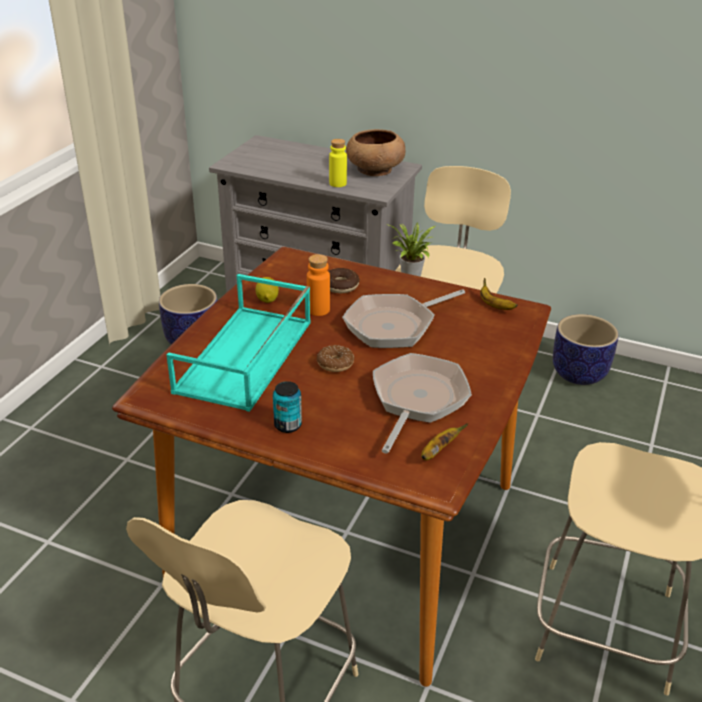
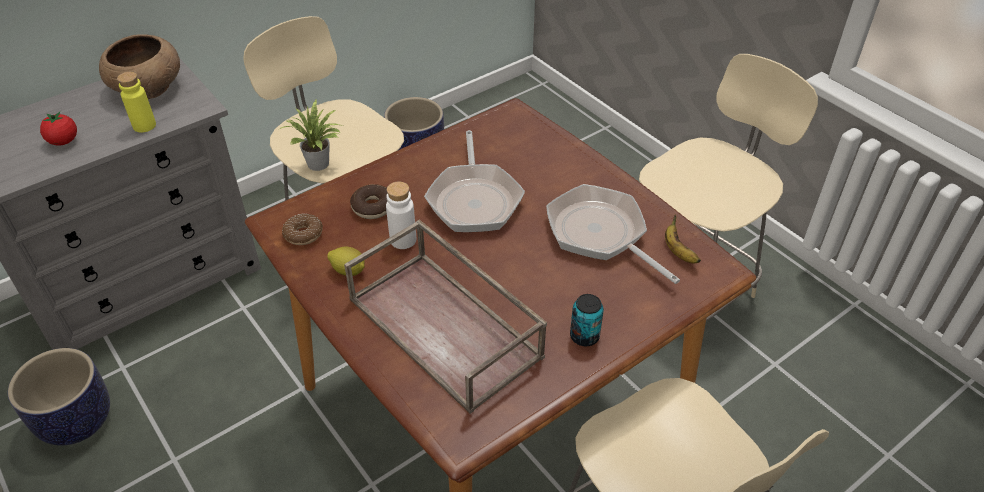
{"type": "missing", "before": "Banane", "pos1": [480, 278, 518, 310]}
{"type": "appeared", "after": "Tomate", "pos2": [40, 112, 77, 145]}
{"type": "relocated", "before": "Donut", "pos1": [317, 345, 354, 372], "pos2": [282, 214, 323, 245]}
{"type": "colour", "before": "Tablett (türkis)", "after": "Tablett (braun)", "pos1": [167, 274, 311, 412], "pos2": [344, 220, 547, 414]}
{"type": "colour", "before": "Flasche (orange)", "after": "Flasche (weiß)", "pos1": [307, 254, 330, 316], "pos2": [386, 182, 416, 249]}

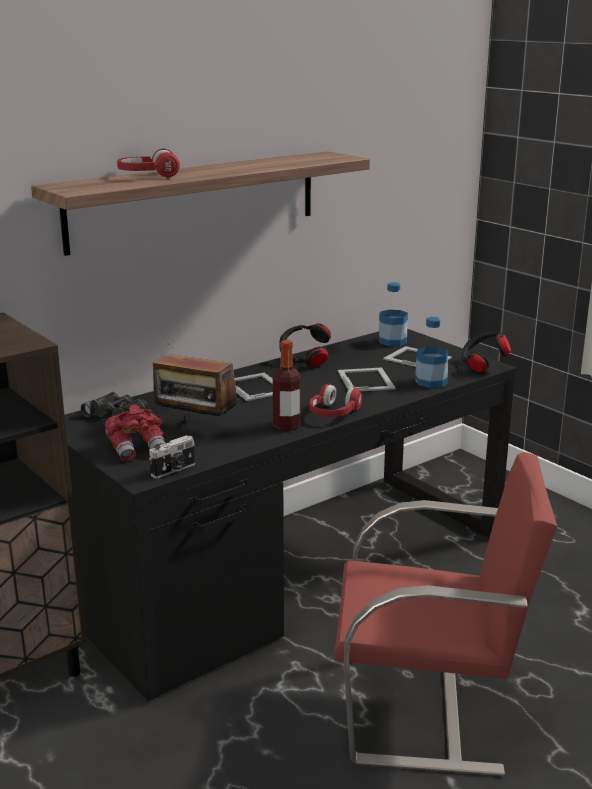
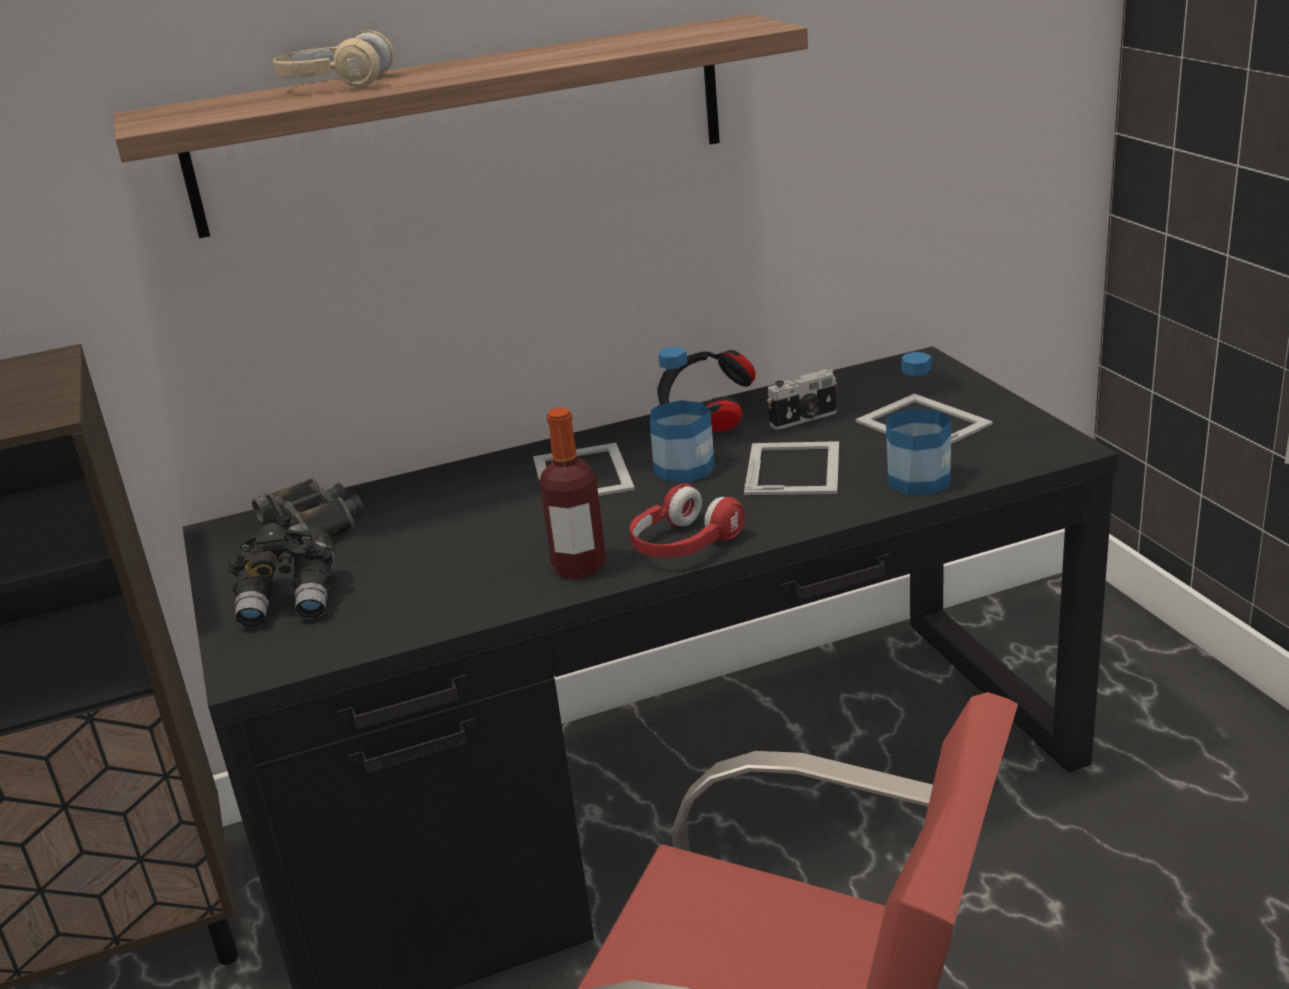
{"type": "missing", "before": "Radio", "pos1": [153, 343, 238, 422]}
{"type": "missing", "before": "Kopfhörer (schwarz)", "pos1": [461, 332, 511, 372]}
{"type": "relocated", "before": "Kamera", "pos1": [149, 435, 195, 478], "pos2": [767, 369, 837, 430]}
{"type": "relocated", "before": "Flasche", "pos1": [379, 282, 408, 346], "pos2": [650, 347, 715, 482]}
{"type": "colour", "before": "Fernglas (rot)", "after": "Fernglas (schwarz)", "pos1": [105, 405, 165, 461], "pos2": [228, 523, 335, 628]}
{"type": "colour", "before": "Kopfhörer (rot)", "after": "Kopfhörer (beige)", "pos1": [117, 149, 180, 177], "pos2": [273, 30, 393, 87]}

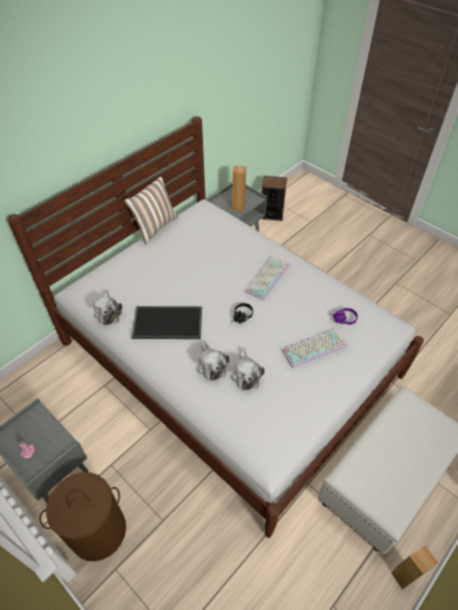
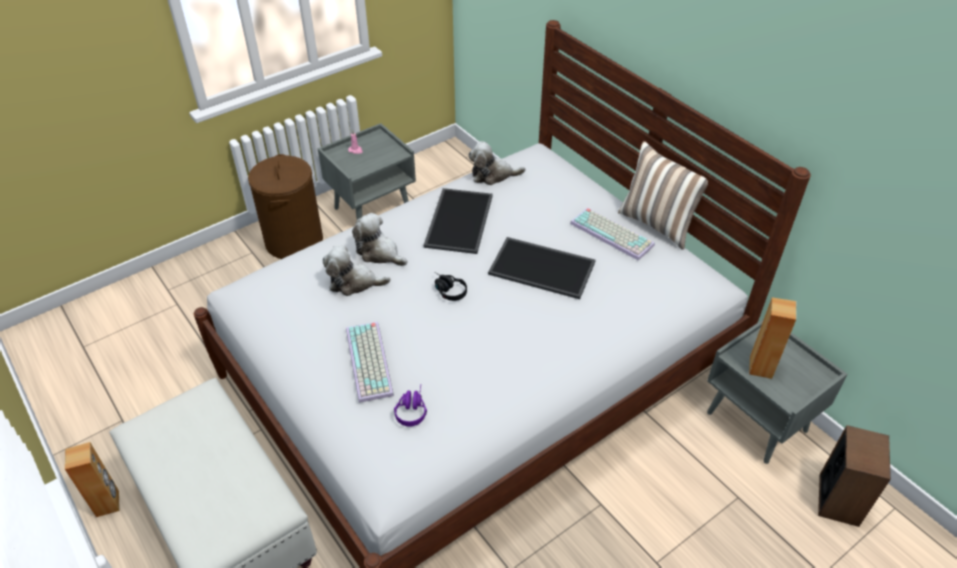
{"type": "appeared", "after": "Tablett", "pos2": [488, 237, 596, 299]}
{"type": "relocated", "before": "Tastatur", "pos1": [246, 256, 290, 300], "pos2": [570, 208, 655, 261]}
{"type": "spun", "before": "Plüschtier", "pos1": [197, 340, 229, 381], "pos2": [352, 213, 407, 266], "turn": 45}

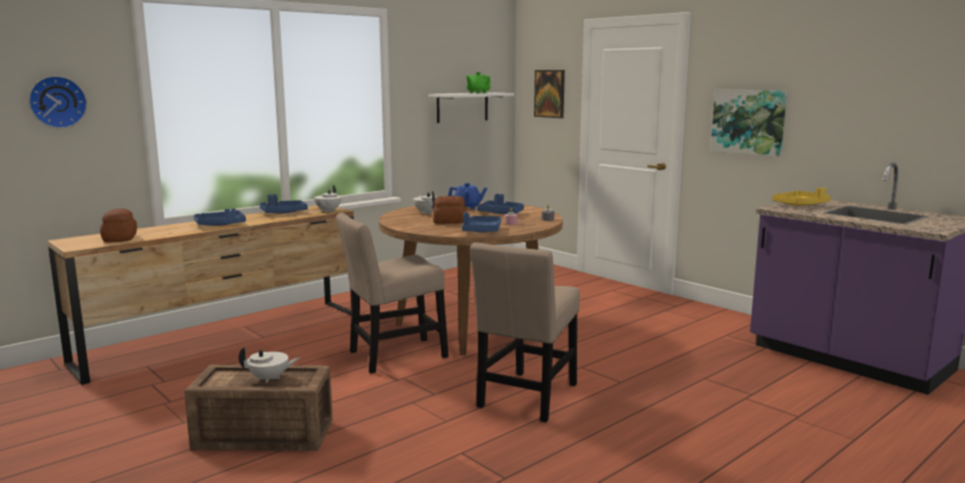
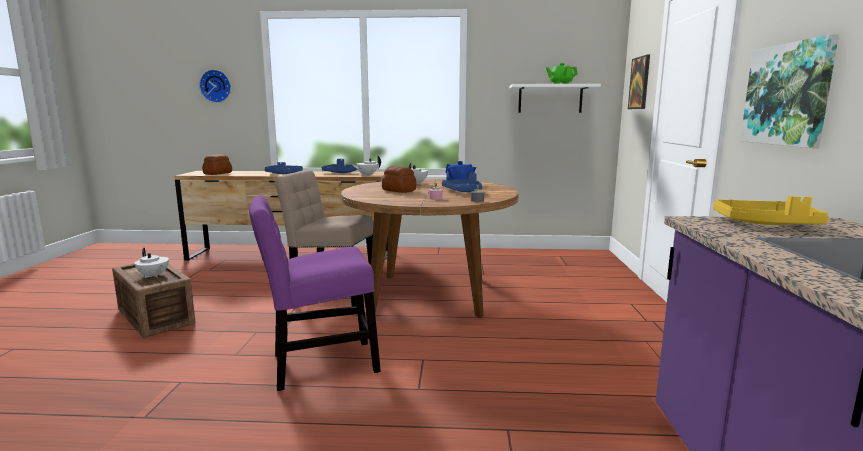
{"type": "missing", "before": "Tablett (blau)", "pos1": [462, 212, 501, 232]}
{"type": "colour", "before": "Stuhl (beige)", "after": "Stuhl (lila)", "pos1": [470, 242, 580, 422], "pos2": [249, 195, 381, 391]}

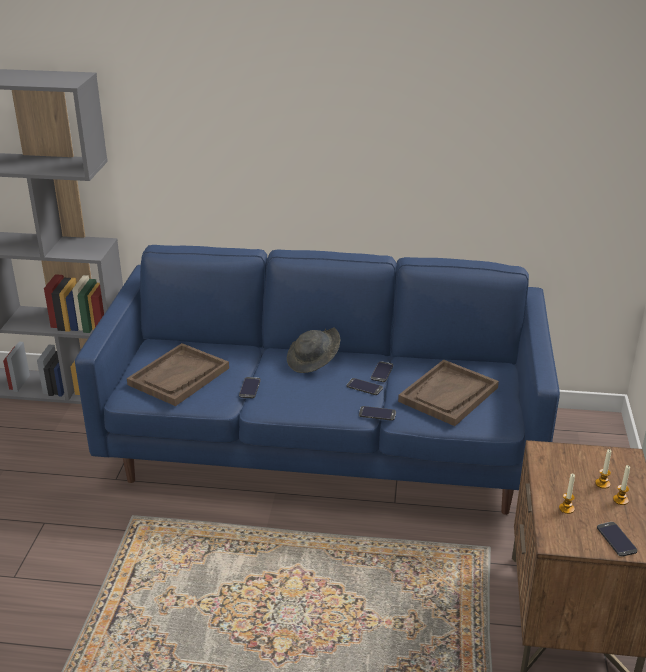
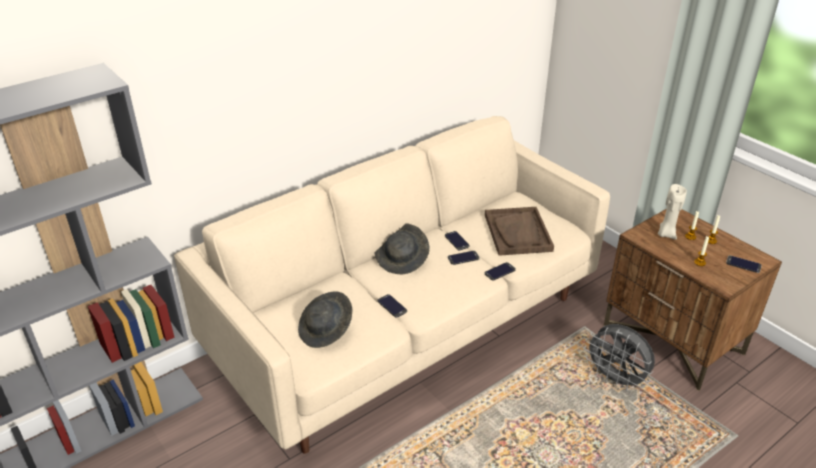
{"type": "appeared", "after": "Ventilator (grau)", "pos2": [584, 324, 655, 391]}
{"type": "appeared", "after": "Kerze (beige)", "pos2": [658, 184, 687, 240]}
{"type": "exchanged", "before": "Tablett (braun)", "after": "Hut (grau)", "pos1": [127, 343, 229, 406], "pos2": [298, 291, 353, 348]}
{"type": "colour", "before": "Sofa (blau)", "after": "Sofa (beige)", "pos1": [75, 245, 560, 515], "pos2": [174, 116, 610, 454]}

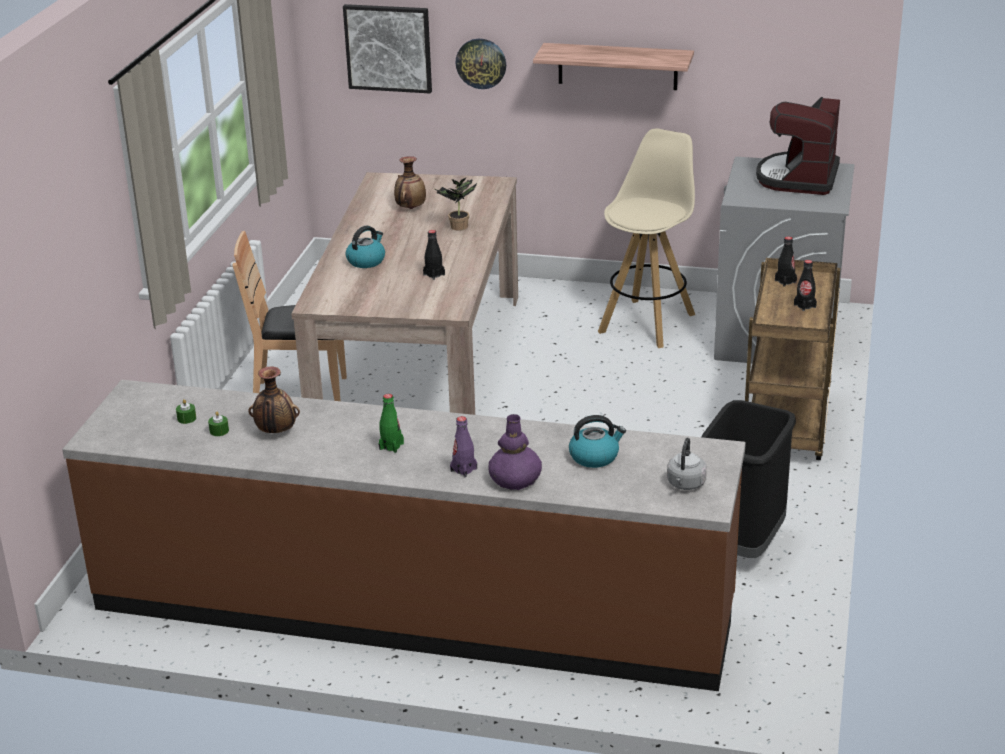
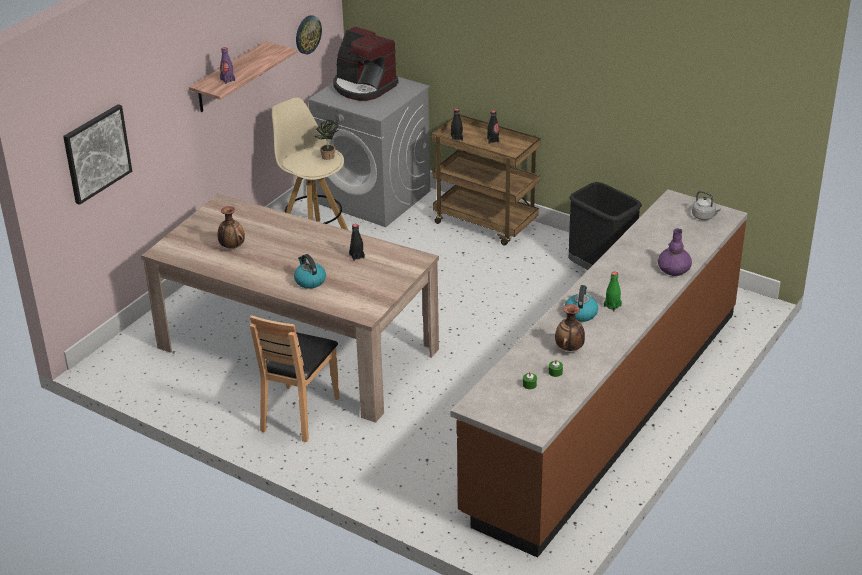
{"type": "relocated", "before": "Topfpflanze", "pos1": [433, 177, 477, 231], "pos2": [314, 119, 339, 160]}
{"type": "relocated", "before": "Flasche (lila)", "pos1": [450, 416, 477, 477], "pos2": [220, 47, 235, 84]}
{"type": "relocated", "before": "Wanduhr", "pos1": [455, 39, 506, 89], "pos2": [296, 15, 322, 54]}
{"type": "relocated", "before": "Wasserkessel", "pos1": [569, 415, 626, 468], "pos2": [565, 285, 598, 322]}

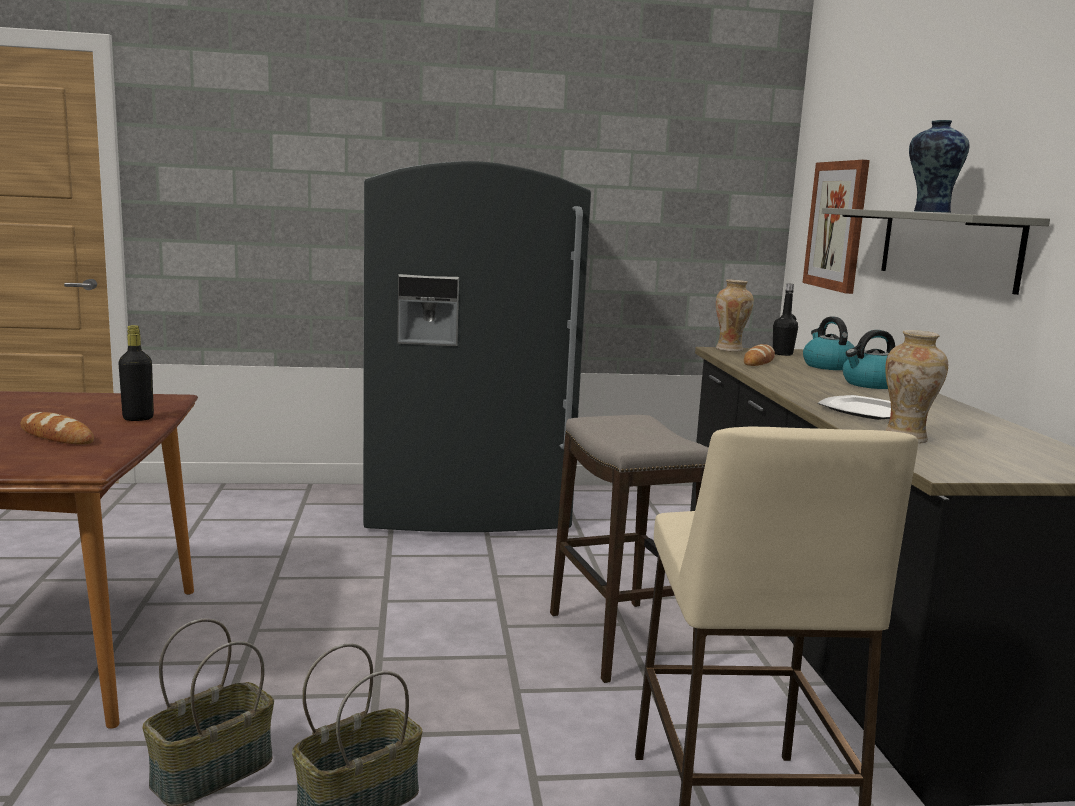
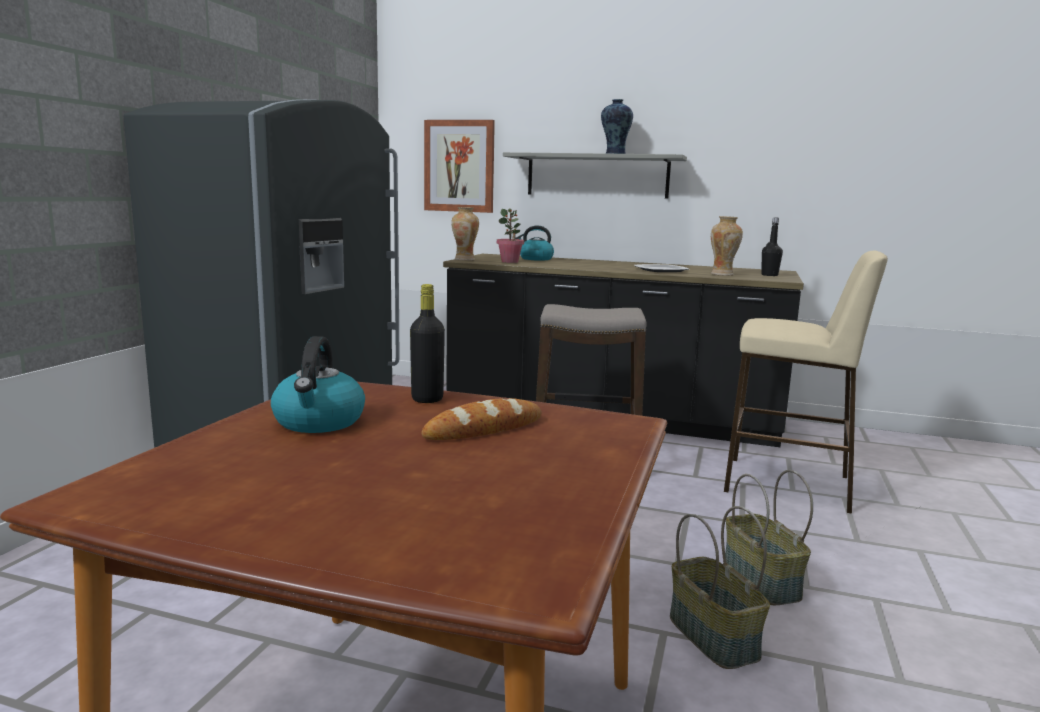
{"type": "relocated", "before": "Flasche (schwarz)", "pos1": [773, 284, 798, 356], "pos2": [761, 217, 783, 276]}
{"type": "relocated", "before": "Wasserkessel", "pos1": [843, 330, 895, 389], "pos2": [271, 336, 365, 433]}
{"type": "exchanged", "before": "Brot", "after": "Topfpflanze", "pos1": [744, 344, 775, 366], "pos2": [497, 208, 524, 263]}

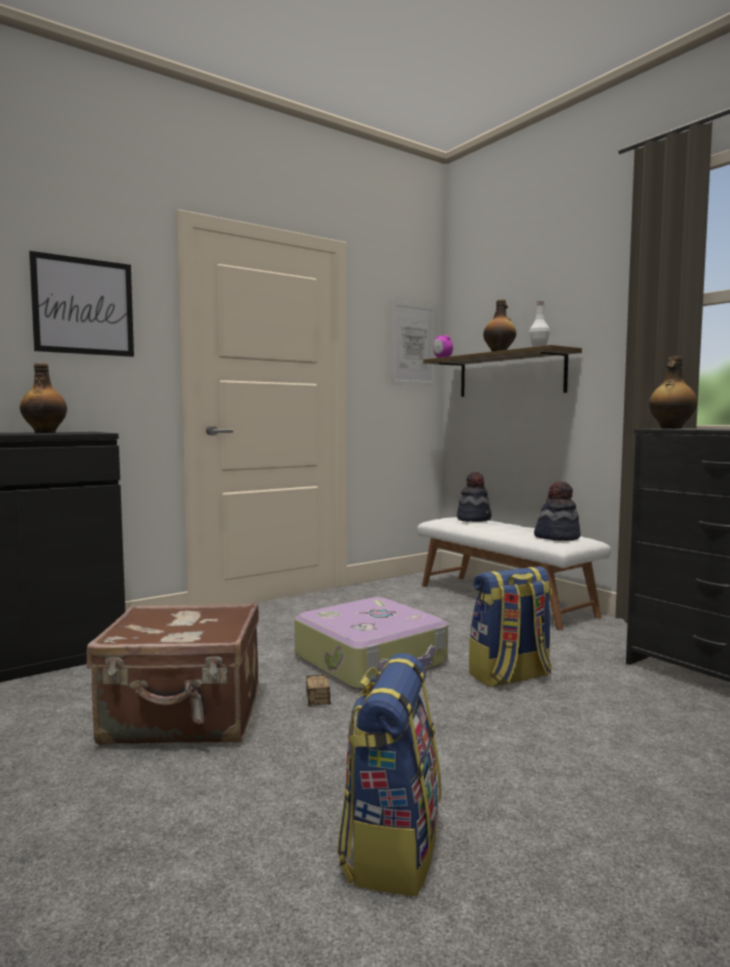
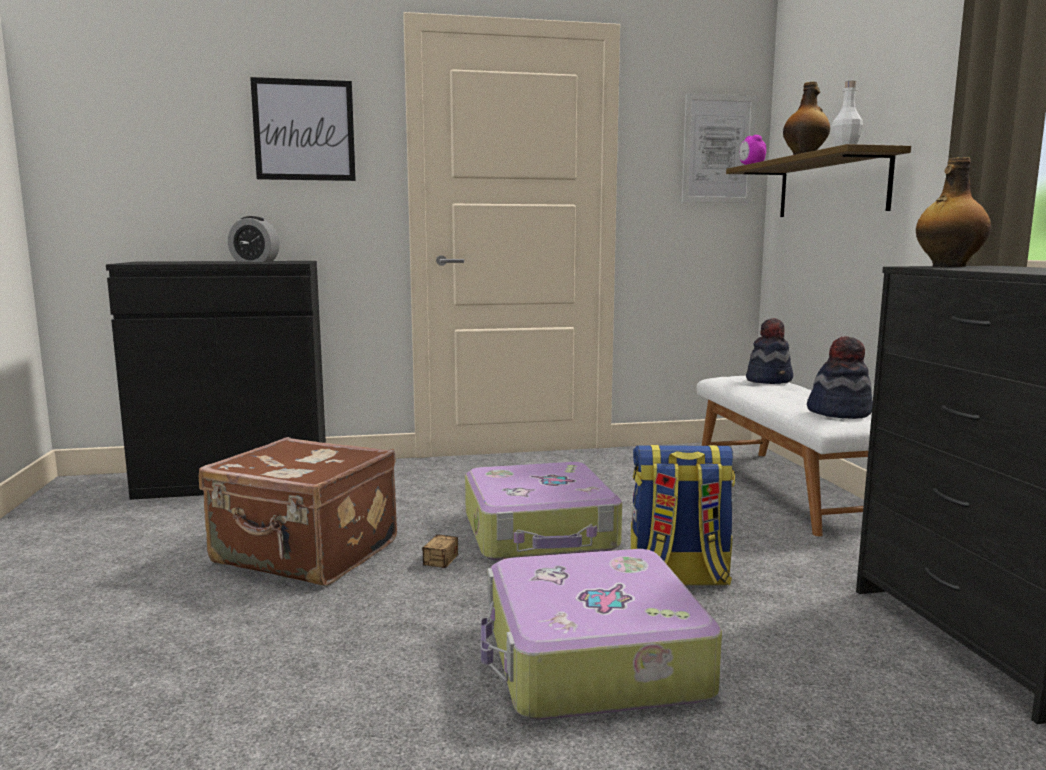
{"type": "missing", "before": "Rucksack", "pos1": [337, 653, 441, 896]}
{"type": "appeared", "after": "Koffer", "pos2": [481, 549, 722, 720]}
{"type": "exchanged", "before": "Flasche", "after": "Wecker", "pos1": [20, 363, 67, 433], "pos2": [228, 216, 280, 262]}

